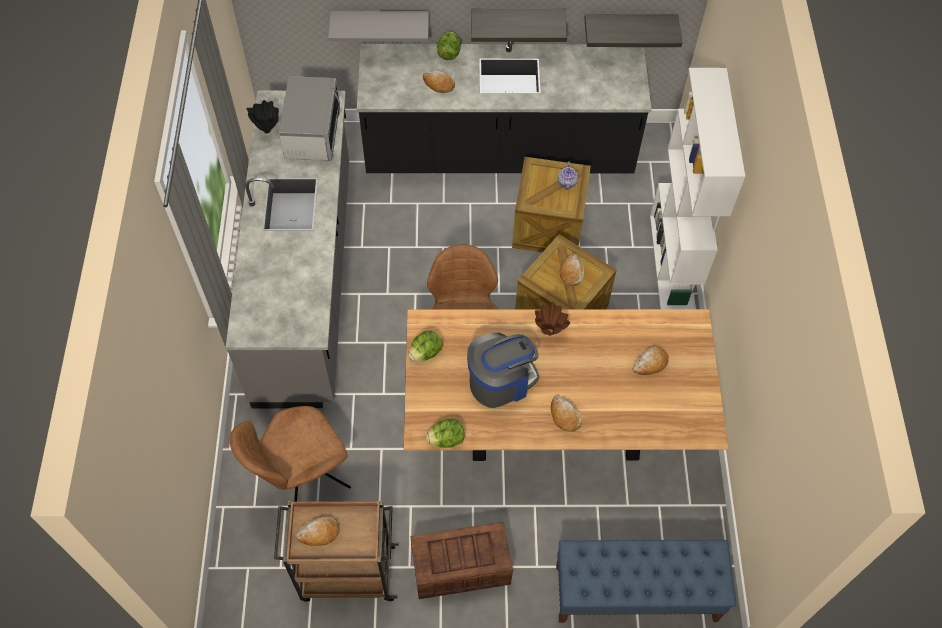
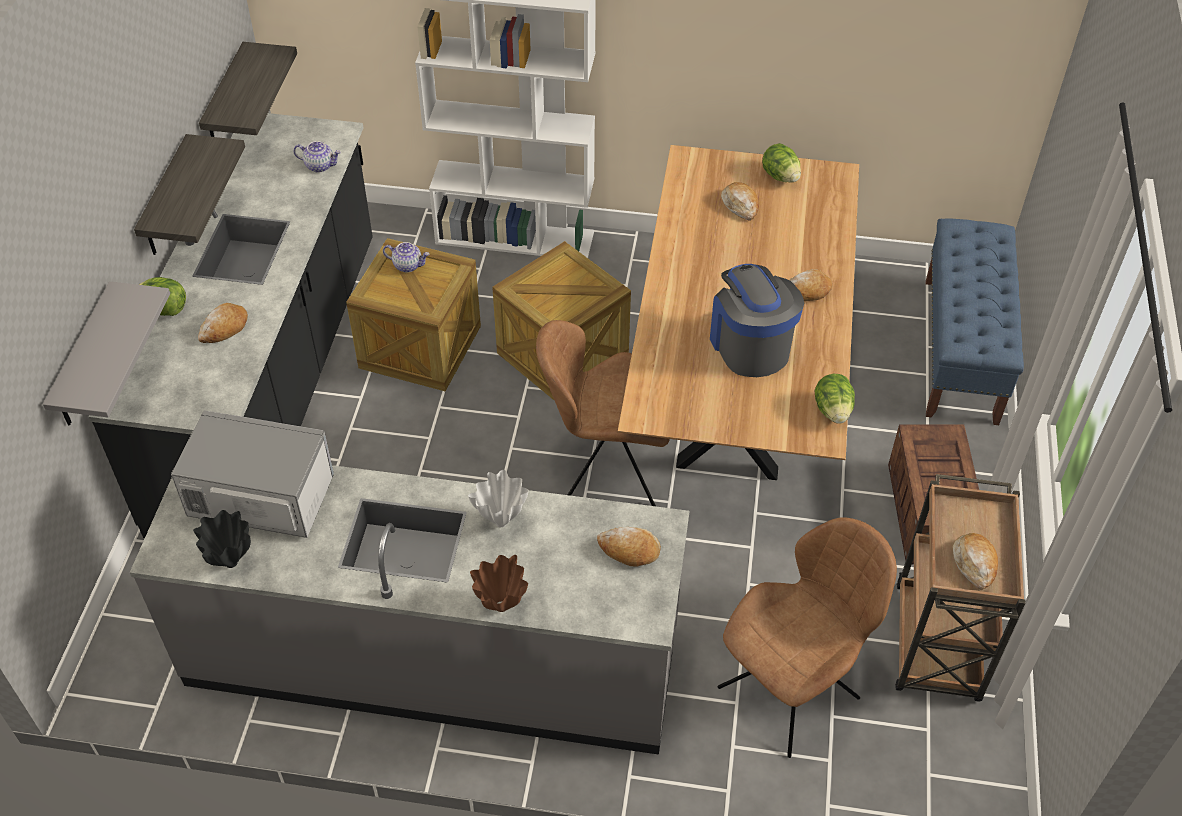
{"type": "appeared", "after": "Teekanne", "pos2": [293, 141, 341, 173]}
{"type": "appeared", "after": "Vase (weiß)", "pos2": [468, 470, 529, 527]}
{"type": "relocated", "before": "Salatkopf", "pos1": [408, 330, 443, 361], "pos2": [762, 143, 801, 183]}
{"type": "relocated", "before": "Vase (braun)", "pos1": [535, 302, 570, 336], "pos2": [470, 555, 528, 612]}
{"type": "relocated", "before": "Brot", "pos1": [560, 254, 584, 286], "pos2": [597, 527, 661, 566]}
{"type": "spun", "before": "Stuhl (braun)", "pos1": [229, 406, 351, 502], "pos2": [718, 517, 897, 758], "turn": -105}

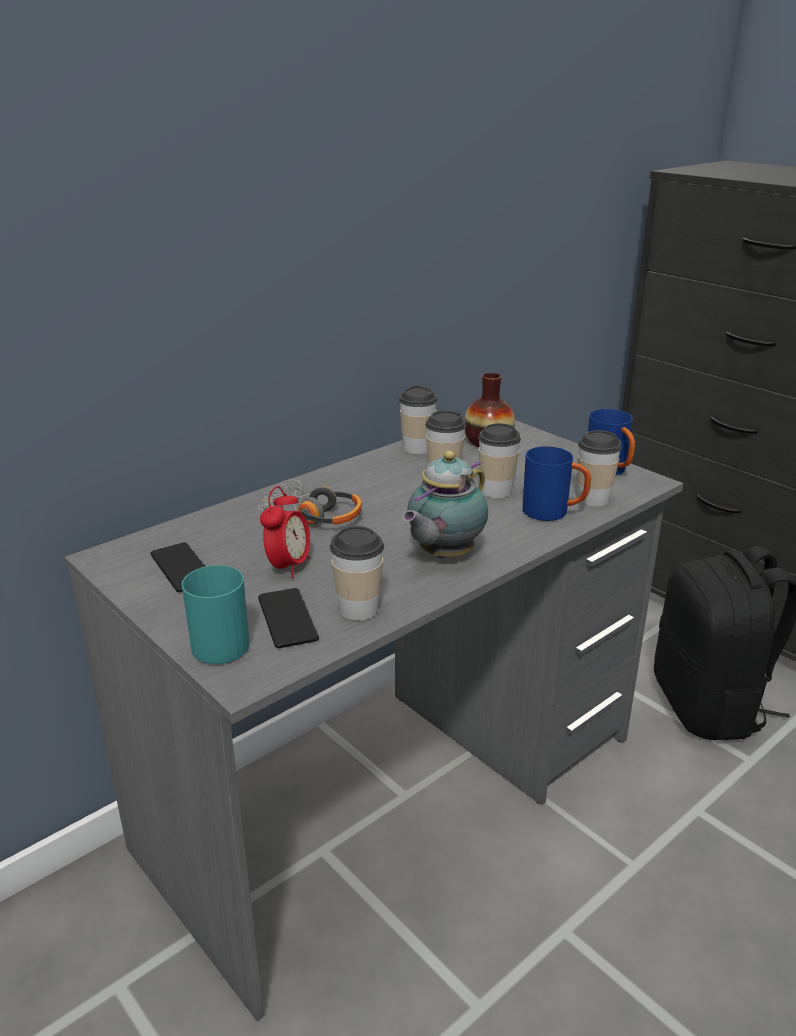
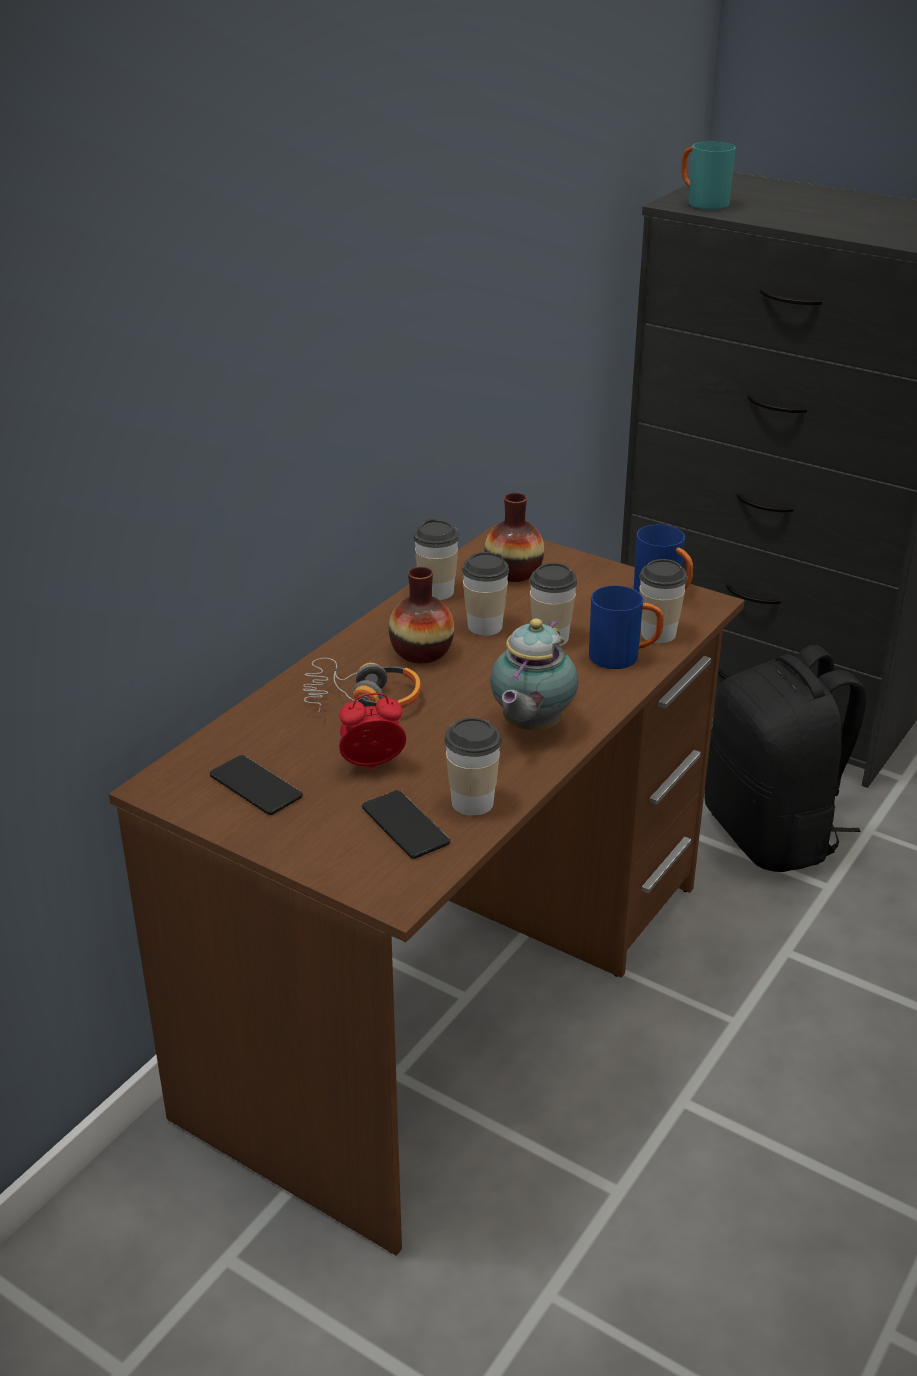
{"type": "appeared", "after": "Vase", "pos2": [389, 567, 454, 663]}
{"type": "relocated", "before": "Henkelbecher (türkis)", "pos1": [182, 565, 249, 664], "pos2": [681, 142, 736, 210]}
{"type": "colour", "before": "Schreibtisch (grau)", "after": "Schreibtisch (braun)", "pos1": [64, 420, 683, 1021], "pos2": [109, 525, 744, 1256]}
{"type": "spun", "before": "Wecker", "pos1": [260, 486, 310, 578], "pos2": [339, 693, 406, 769], "turn": -105}

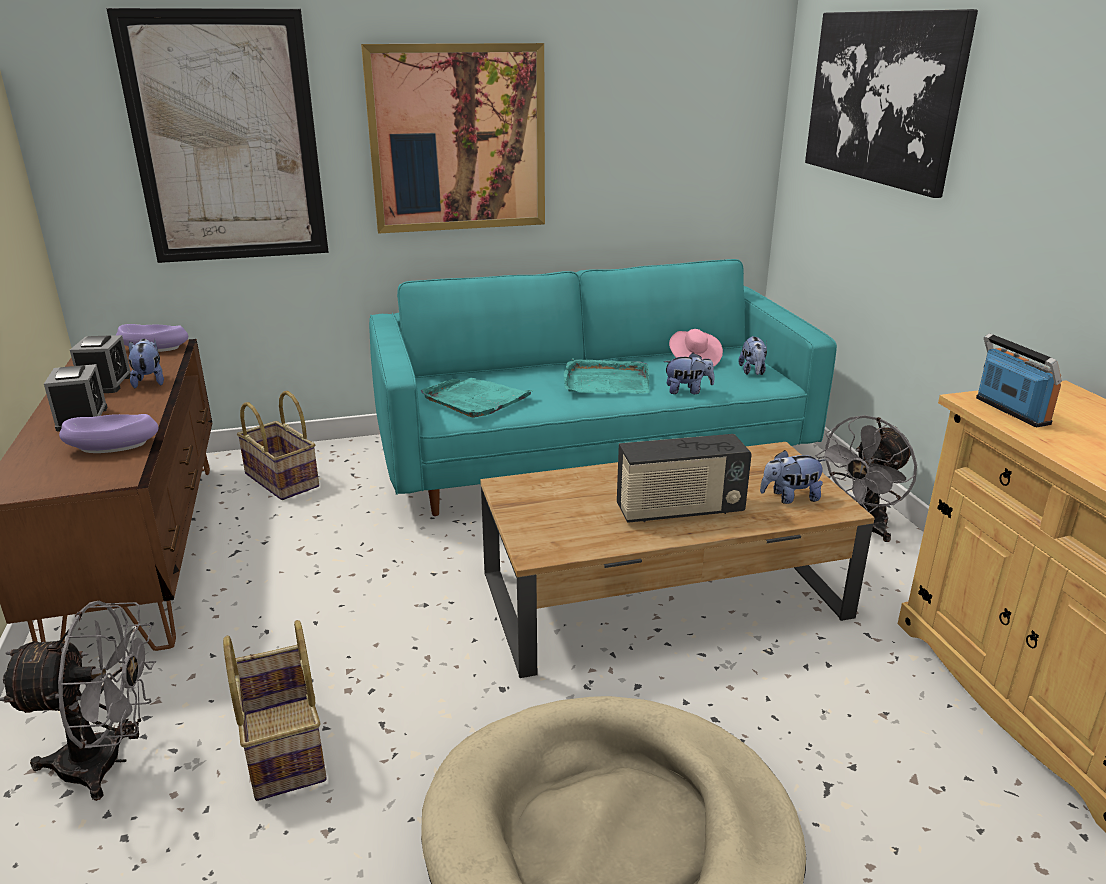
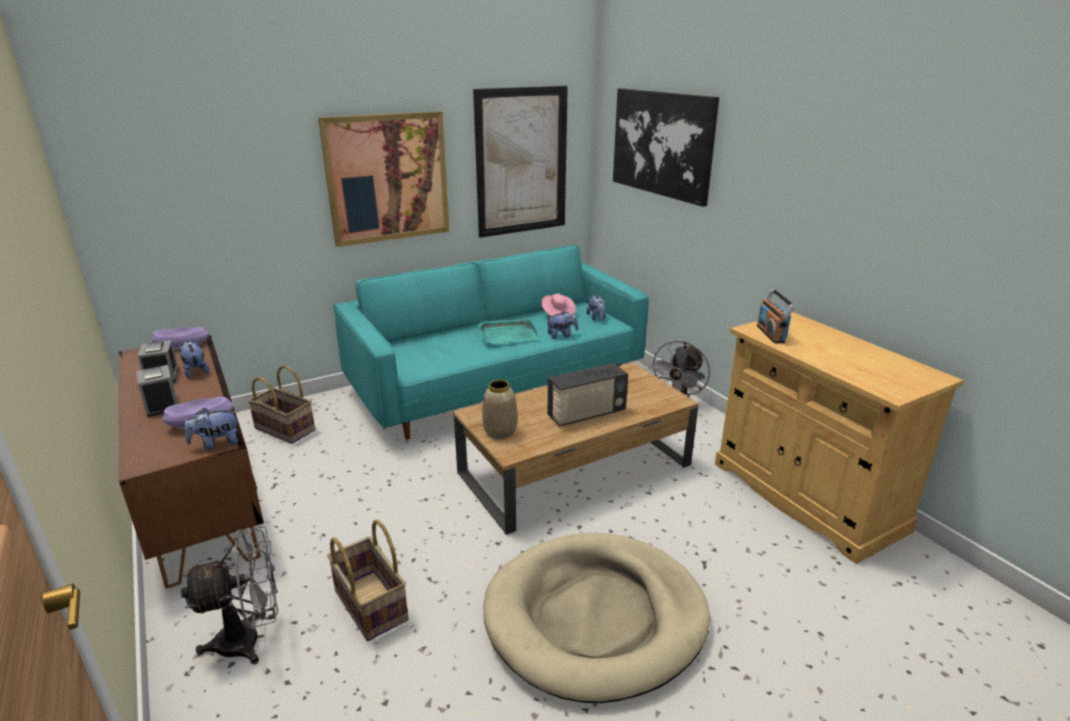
{"type": "missing", "before": "Tablett (türkis)", "pos1": [421, 378, 534, 418]}
{"type": "appeared", "after": "Vase", "pos2": [482, 380, 517, 439]}
{"type": "relocated", "before": "Bild", "pos1": [106, 8, 329, 263], "pos2": [473, 86, 568, 238]}
{"type": "relocated", "before": "Plüschtier", "pos1": [760, 450, 826, 504], "pos2": [185, 408, 239, 450]}
{"type": "spun", "before": "Radio", "pos1": [976, 333, 1062, 427], "pos2": [757, 289, 796, 343], "turn": -150}

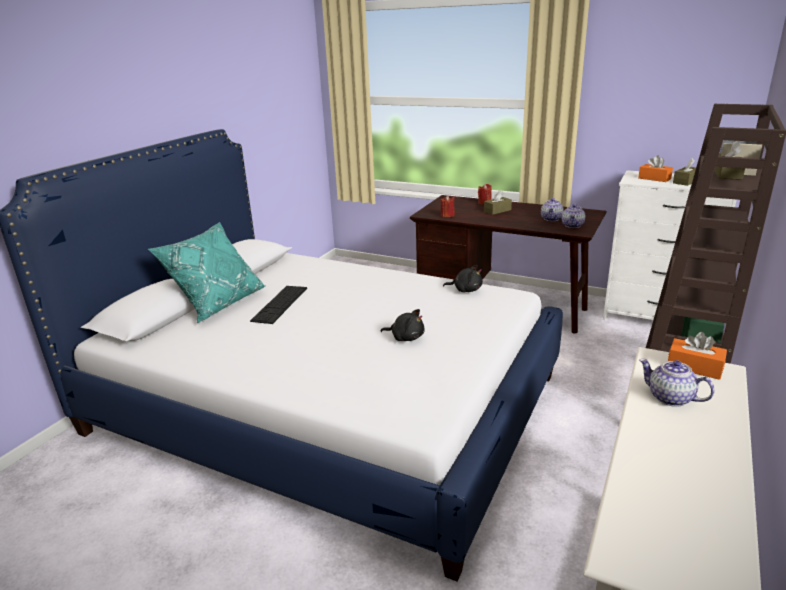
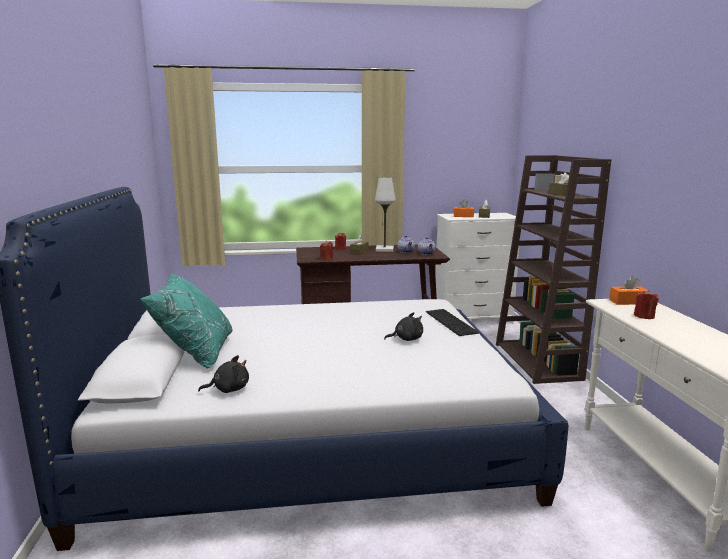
{"type": "appeared", "after": "Tischlampe (weiß)", "pos2": [375, 177, 396, 252]}
{"type": "relocated", "before": "Tastatur", "pos1": [250, 286, 307, 324], "pos2": [426, 309, 479, 336]}
{"type": "relocated", "before": "Plüschtier (schwarz)", "pos1": [443, 265, 483, 292], "pos2": [198, 355, 249, 393]}
{"type": "exchanged", "before": "Teekanne", "after": "Kerze (rot)", "pos1": [639, 359, 715, 407], "pos2": [634, 290, 659, 319]}

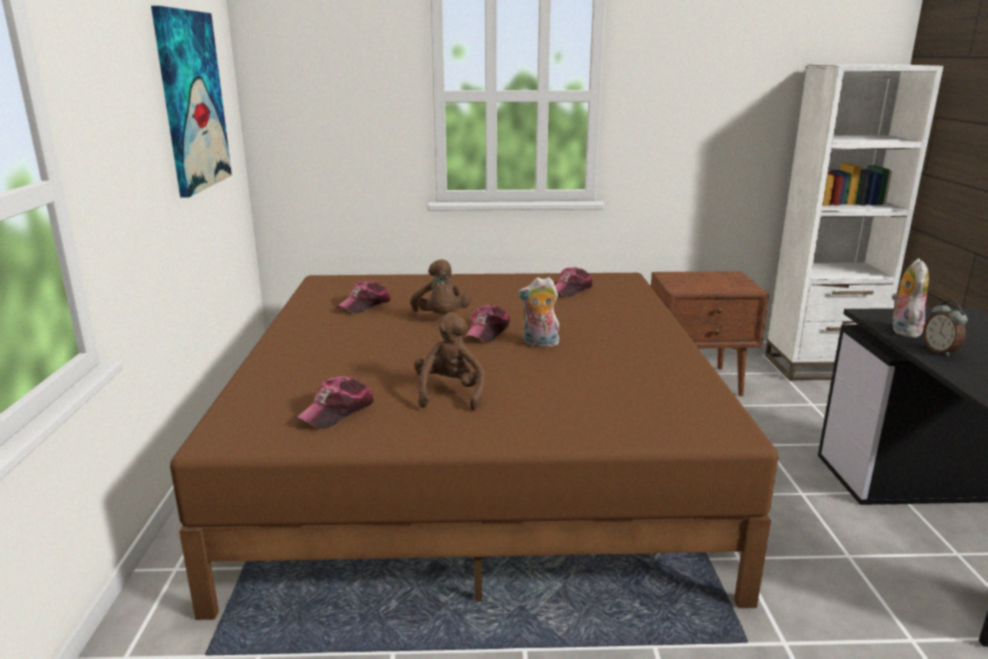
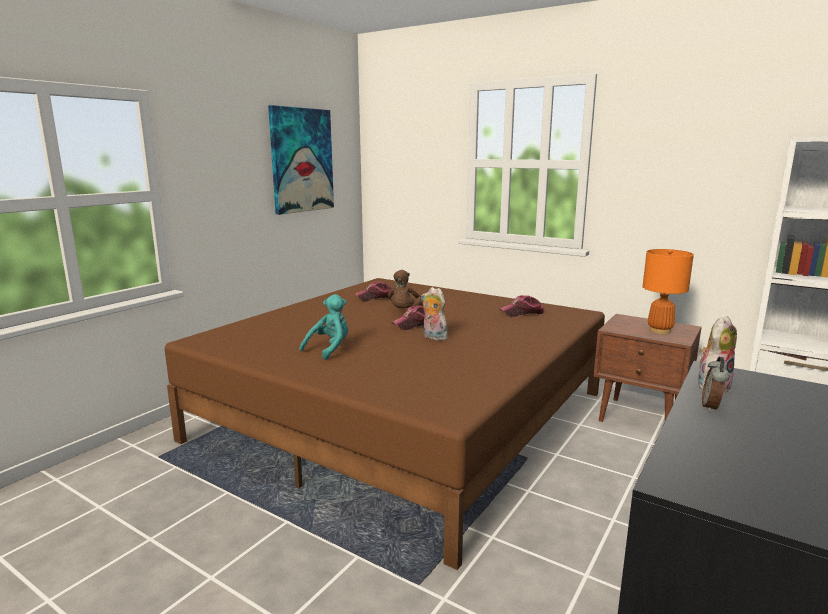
{"type": "missing", "before": "Kappe", "pos1": [296, 376, 375, 429]}
{"type": "appeared", "after": "Tischlampe (orange)", "pos2": [643, 249, 694, 334]}
{"type": "colour", "before": "Plüschtier (braun)", "after": "Plüschtier (türkis)", "pos1": [414, 312, 485, 410], "pos2": [299, 294, 348, 360]}

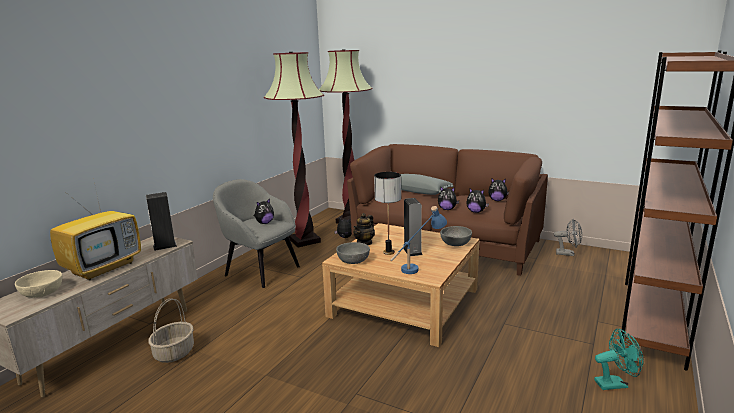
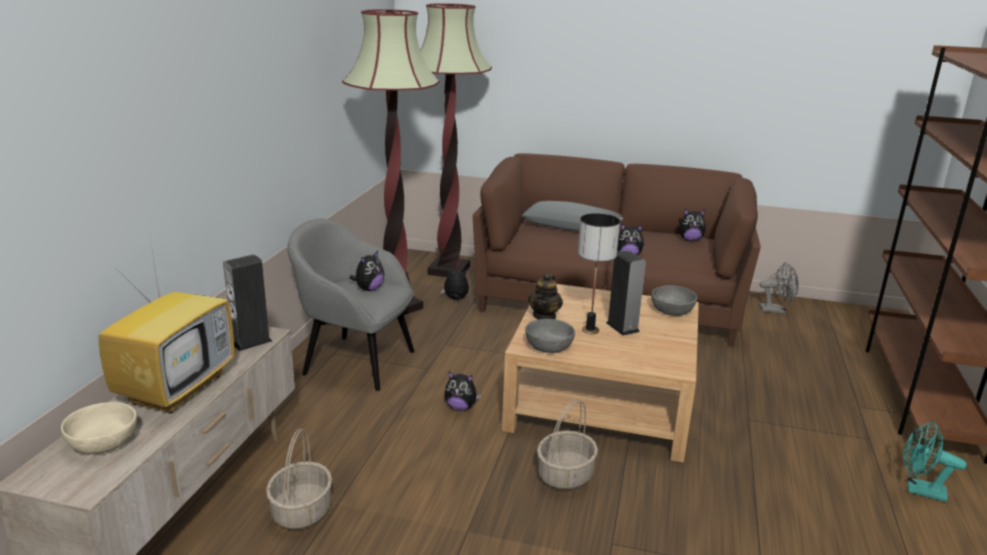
{"type": "missing", "before": "Tischlampe (blau)", "pos1": [390, 206, 447, 274]}
{"type": "appeared", "after": "Korb", "pos2": [537, 400, 598, 490]}
{"type": "relocated", "before": "Plüschtier", "pos1": [466, 188, 489, 213], "pos2": [444, 372, 481, 411]}
{"type": "spun", "before": "Ventilator (türkis)", "pos1": [594, 329, 644, 390], "pos2": [904, 421, 967, 502], "turn": -135}

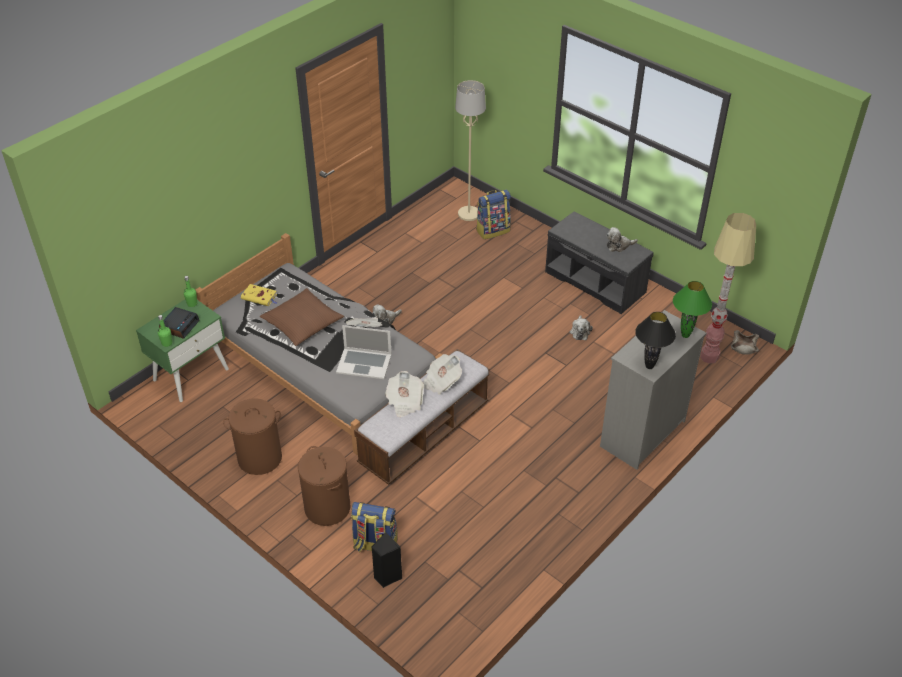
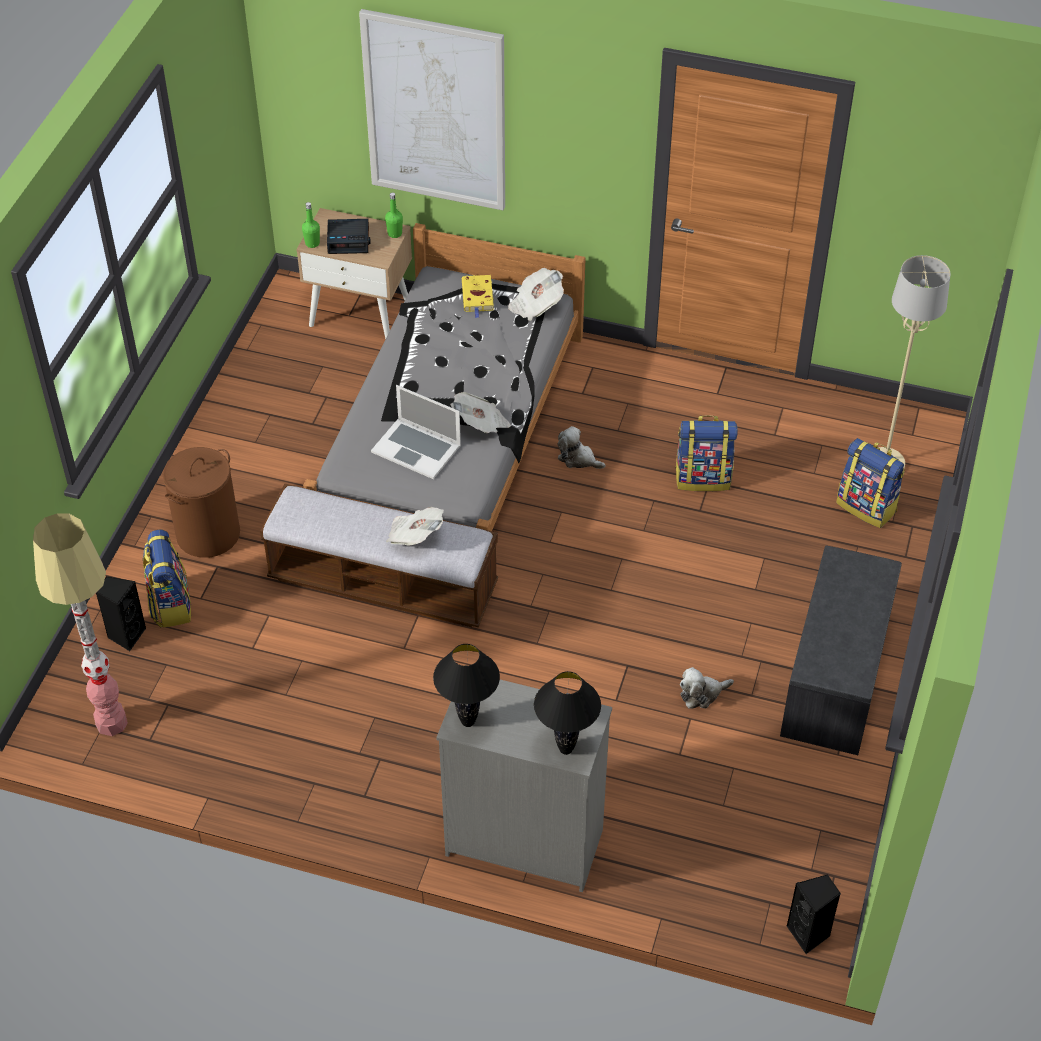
{"type": "missing", "before": "Wäschekorb (braun)", "pos1": [223, 398, 282, 475]}
{"type": "missing", "before": "Kissen (braun)", "pos1": [260, 288, 344, 346]}
{"type": "missing", "before": "Plüschtier", "pos1": [606, 227, 638, 252]}
{"type": "appeared", "after": "Bild", "pos2": [359, 9, 505, 210]}
{"type": "appeared", "after": "Rucksack", "pos2": [675, 415, 738, 491]}
{"type": "relocated", "before": "Zeitung", "pos1": [385, 371, 424, 417], "pos2": [508, 268, 564, 321]}
{"type": "relocated", "before": "Stehlampe", "pos1": [700, 213, 756, 363], "pos2": [33, 513, 128, 736]}
{"type": "exchanged", "before": "Schüssel (beige)", "after": "Lautsprecher (schwarz)", "pos1": [731, 330, 759, 355], "pos2": [787, 874, 841, 954]}
{"type": "colour", "before": "Nachttisch (grün)", "after": "Nachttisch (beige)", "pos1": [136, 300, 229, 402], "pos2": [296, 208, 412, 339]}
{"type": "colour", "before": "Tischlampe (grün)", "after": "Tischlampe (schwarz)", "pos1": [673, 281, 712, 338], "pos2": [534, 671, 601, 755]}
{"type": "spun", "before": "Laptop", "pos1": [336, 325, 392, 379], "pos2": [371, 385, 461, 479], "turn": -45}

